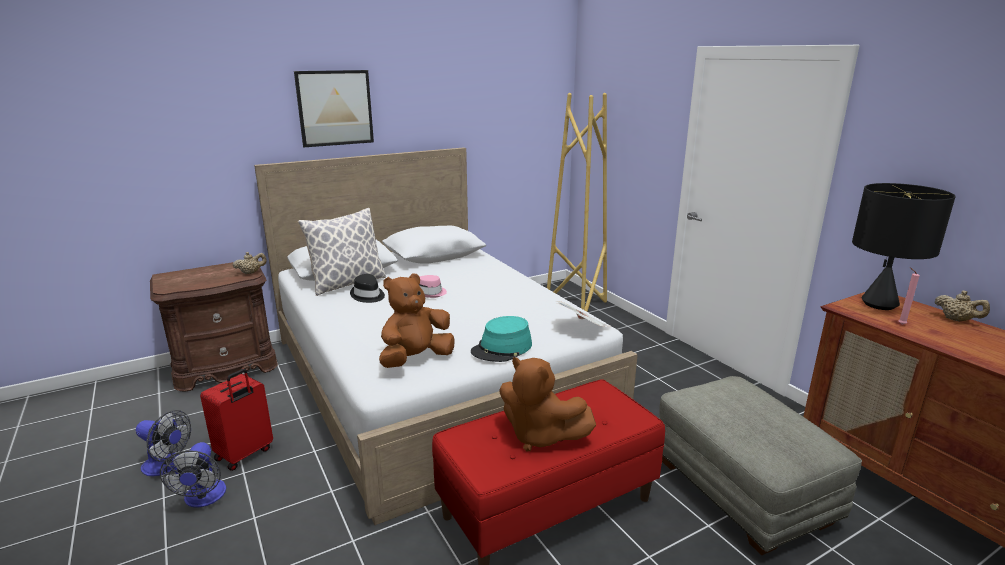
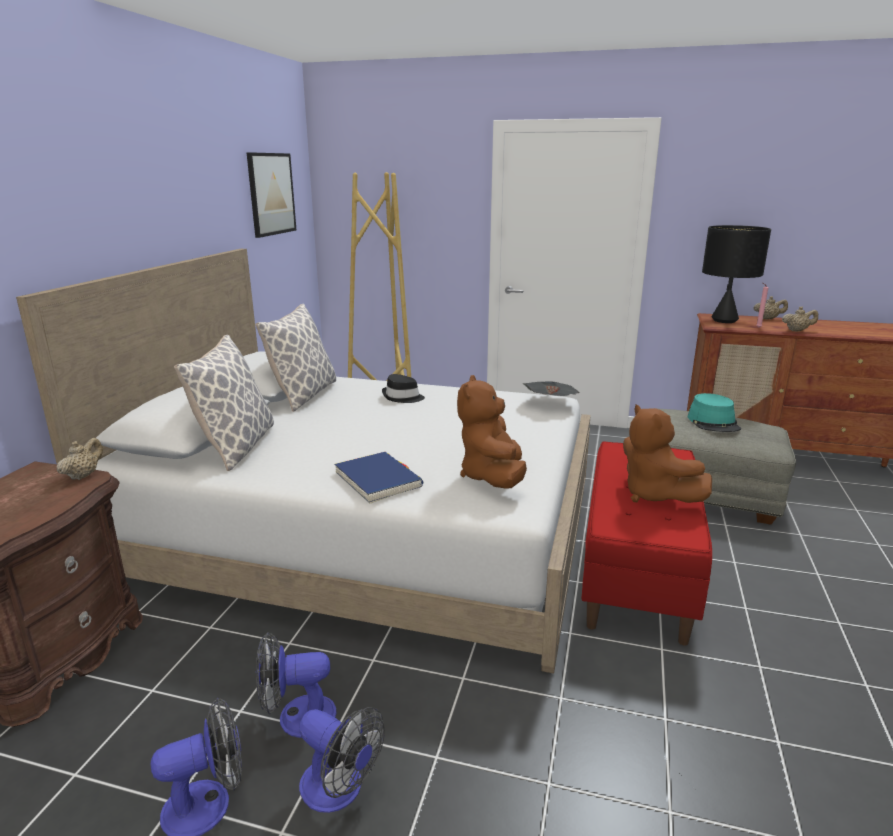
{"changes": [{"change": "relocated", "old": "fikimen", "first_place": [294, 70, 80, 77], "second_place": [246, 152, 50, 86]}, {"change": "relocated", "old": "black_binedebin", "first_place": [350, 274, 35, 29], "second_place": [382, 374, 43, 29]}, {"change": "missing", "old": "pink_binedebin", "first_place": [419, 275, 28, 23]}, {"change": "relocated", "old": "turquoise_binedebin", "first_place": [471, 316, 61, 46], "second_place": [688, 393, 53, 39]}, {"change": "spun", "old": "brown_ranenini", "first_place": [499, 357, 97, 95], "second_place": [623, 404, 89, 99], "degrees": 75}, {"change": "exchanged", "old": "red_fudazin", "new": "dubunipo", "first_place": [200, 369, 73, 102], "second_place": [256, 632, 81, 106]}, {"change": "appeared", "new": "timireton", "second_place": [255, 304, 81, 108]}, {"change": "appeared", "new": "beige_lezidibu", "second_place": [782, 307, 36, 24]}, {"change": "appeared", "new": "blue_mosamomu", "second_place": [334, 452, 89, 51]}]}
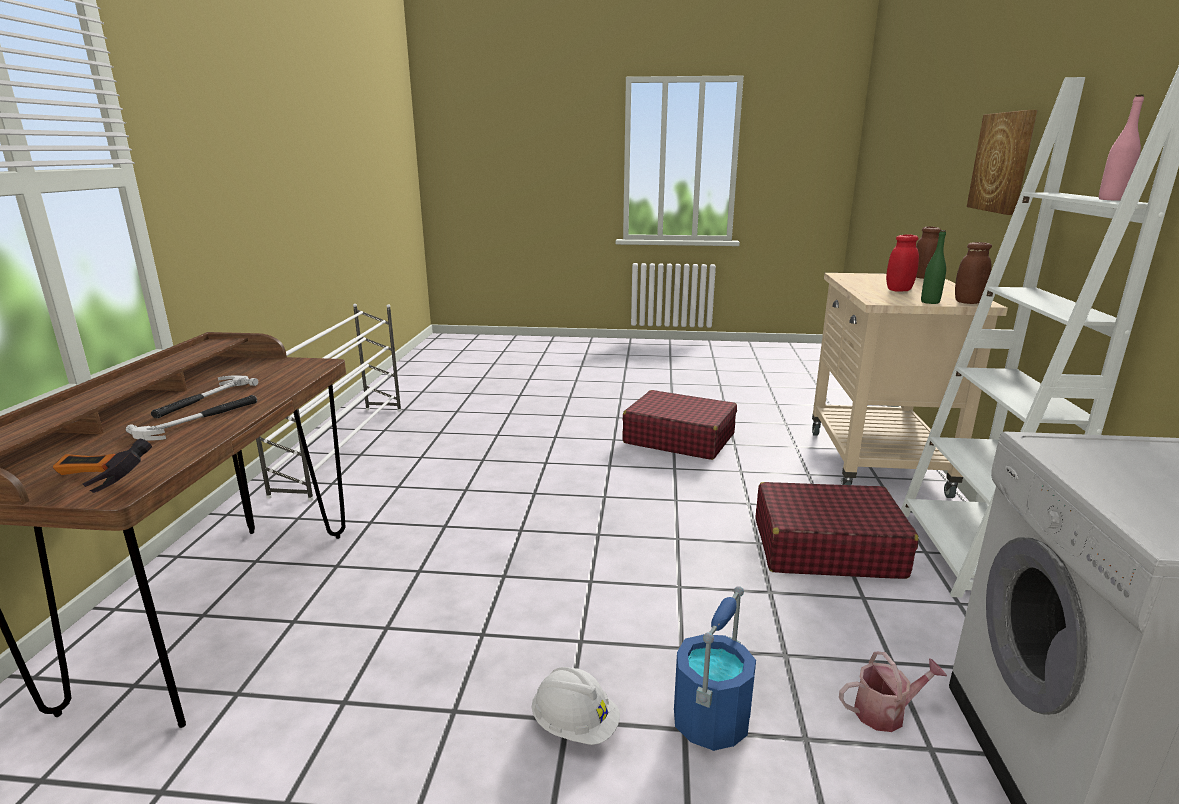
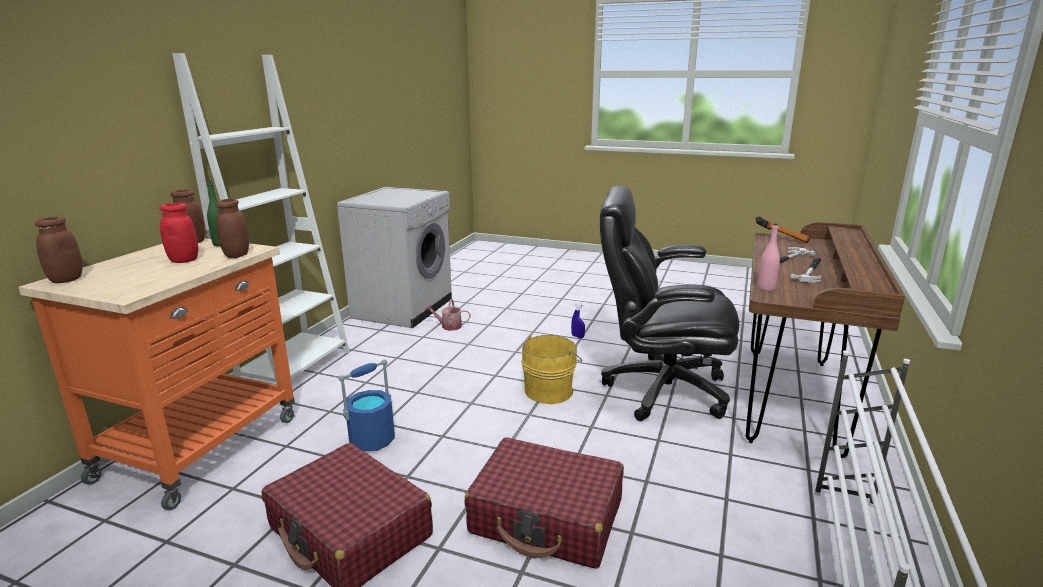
{"changes": [{"change": "relocated", "old": "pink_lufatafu", "first_place": [1099, 95, 45, 106], "second_place": [758, 223, 22, 68]}, {"change": "missing", "old": "fikimen", "first_place": [967, 110, 70, 105]}, {"change": "colour", "old": "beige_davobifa", "new": "orange_davobifa", "first_place": [812, 273, 196, 225], "second_place": [19, 238, 276, 272]}, {"change": "relocated", "old": "red_fudazin", "first_place": [755, 482, 164, 97], "second_place": [464, 437, 160, 132]}, {"change": "relocated", "old": "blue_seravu", "first_place": [674, 586, 82, 165], "second_place": [338, 360, 57, 91]}, {"change": "exchanged", "old": "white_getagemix", "new": "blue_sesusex", "first_place": [532, 667, 88, 78], "second_place": [571, 302, 14, 37]}, {"change": "appeared", "new": "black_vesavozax", "second_place": [600, 185, 139, 236]}, {"change": "appeared", "new": "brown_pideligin", "second_place": [217, 199, 32, 59]}, {"change": "appeared", "new": "yellow_seravu", "second_place": [521, 335, 61, 69]}]}
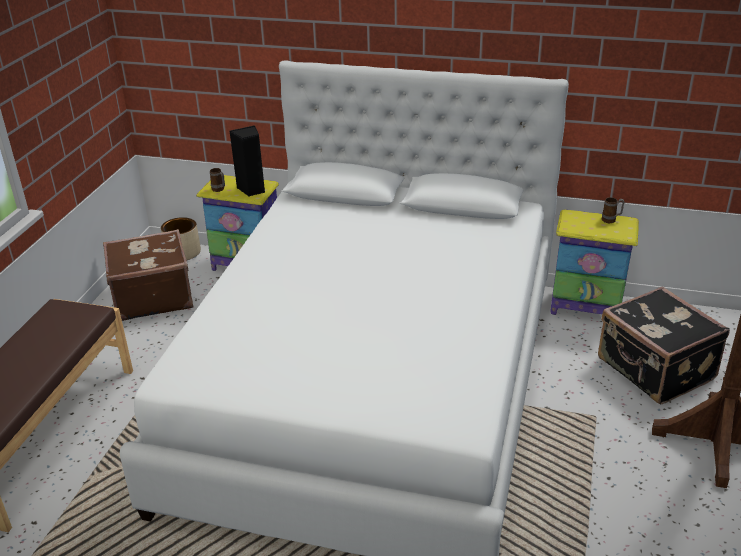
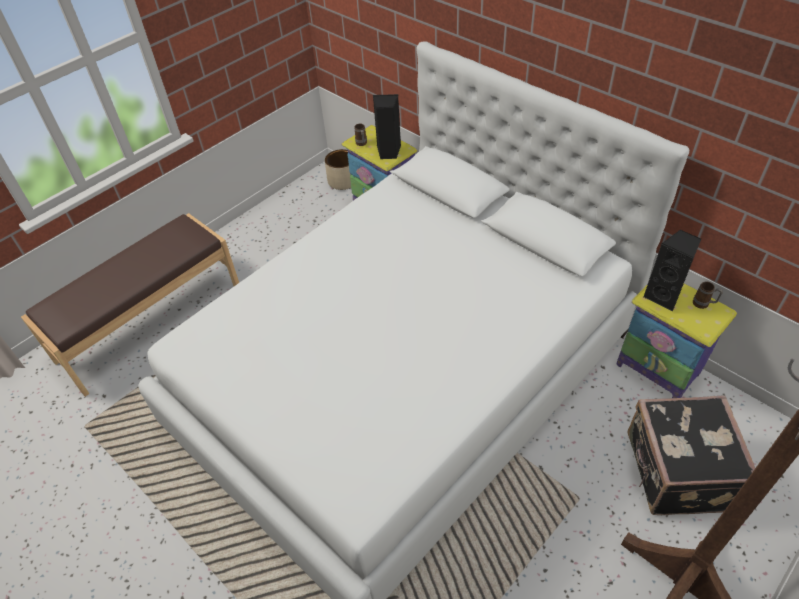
{"changes": [{"change": "missing", "old": "brown_fudazin", "first_place": [103, 229, 90, 92]}, {"change": "appeared", "new": "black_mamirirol", "second_place": [643, 230, 58, 81]}]}
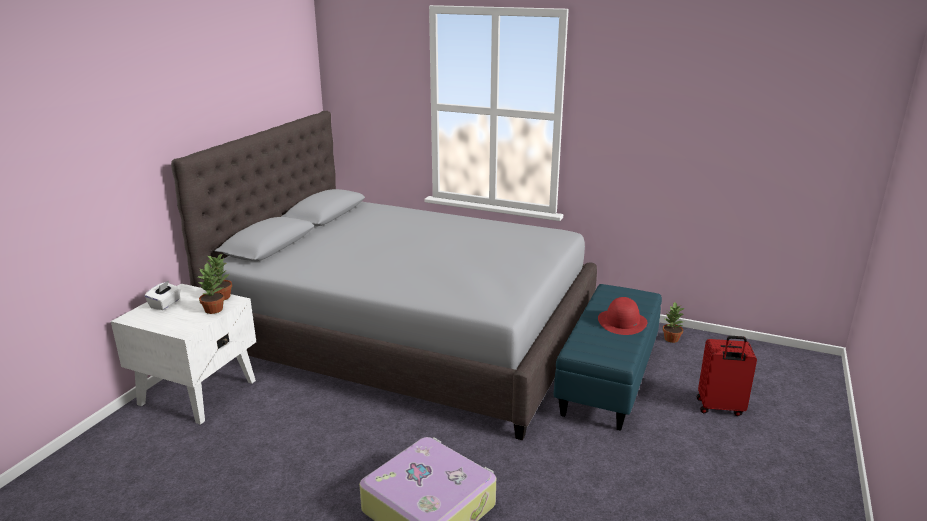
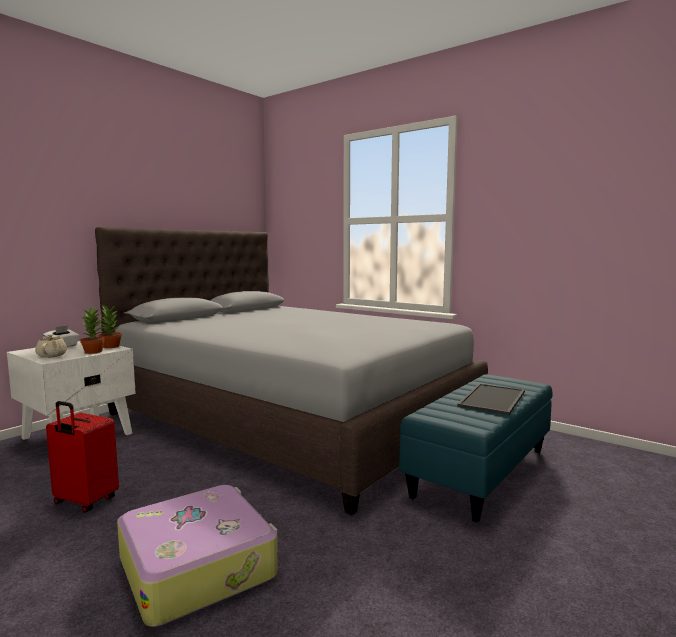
{"changes": [{"change": "exchanged", "old": "red_binedebin", "new": "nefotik", "first_place": [598, 297, 49, 38], "second_place": [457, 383, 68, 32]}, {"change": "missing", "old": "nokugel", "first_place": [663, 302, 22, 41]}, {"change": "relocated", "old": "red_fudazin", "first_place": [697, 336, 60, 80], "second_place": [46, 401, 73, 111]}, {"change": "appeared", "new": "beige_lezidibu", "second_place": [35, 335, 32, 23]}]}
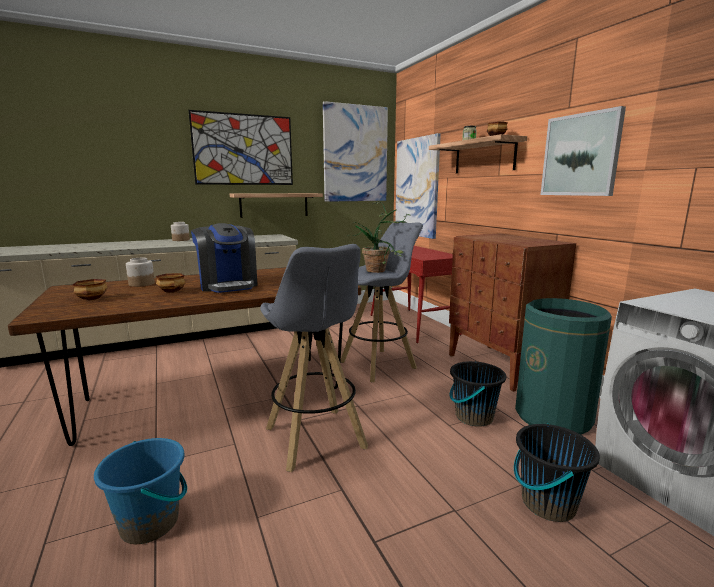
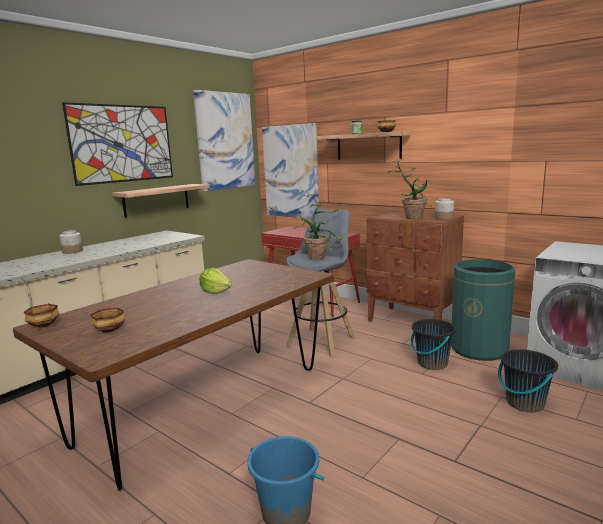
{"changes": [{"change": "missing", "old": "fikimen", "first_place": [541, 106, 85, 90]}, {"change": "exchanged", "old": "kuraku", "new": "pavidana", "first_place": [191, 223, 67, 70], "second_place": [200, 268, 32, 26]}, {"change": "missing", "old": "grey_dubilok", "first_place": [260, 244, 108, 228]}, {"change": "relocated", "old": "pideligin", "first_place": [126, 258, 29, 29], "second_place": [435, 198, 19, 21]}, {"change": "relocated", "old": "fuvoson", "first_place": [156, 273, 29, 20], "second_place": [24, 304, 36, 24]}, {"change": "appeared", "new": "nokugel", "second_place": [385, 160, 47, 60]}]}
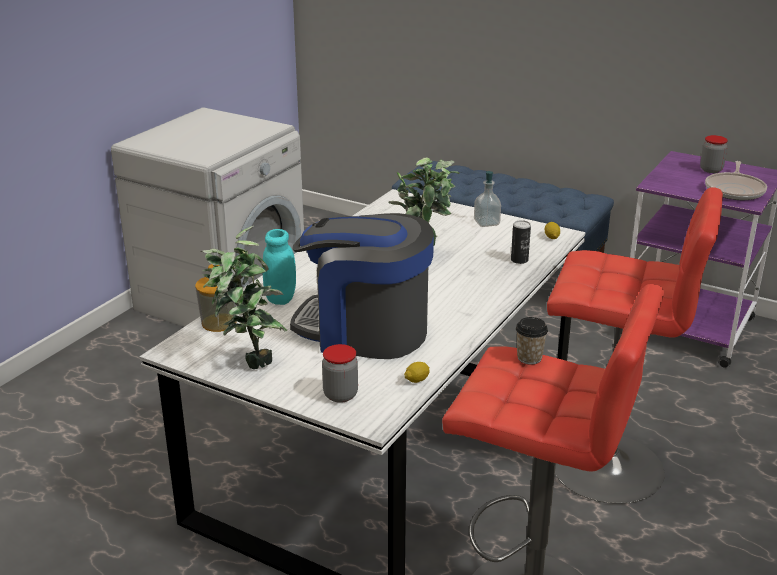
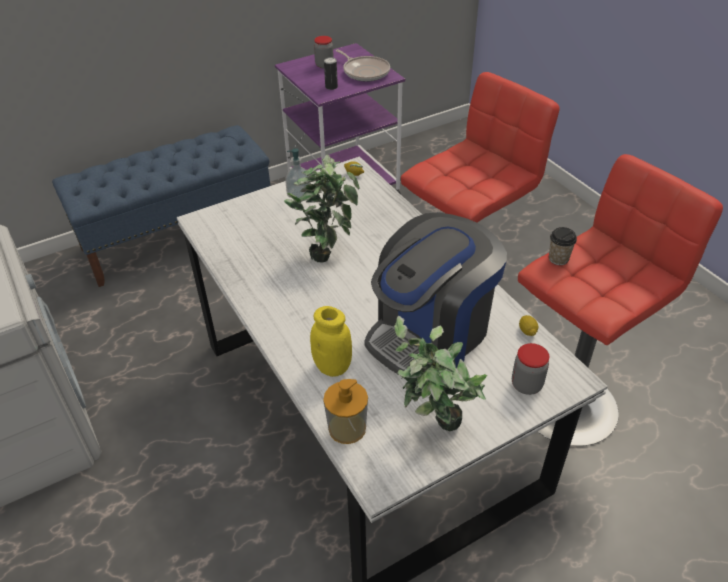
{"changes": [{"change": "relocated", "old": "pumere", "first_place": [511, 220, 20, 44], "second_place": [324, 57, 14, 33]}, {"change": "colour", "old": "turquoise_pideligin", "new": "yellow_pideligin", "first_place": [263, 229, 33, 76], "second_place": [310, 306, 42, 71]}]}
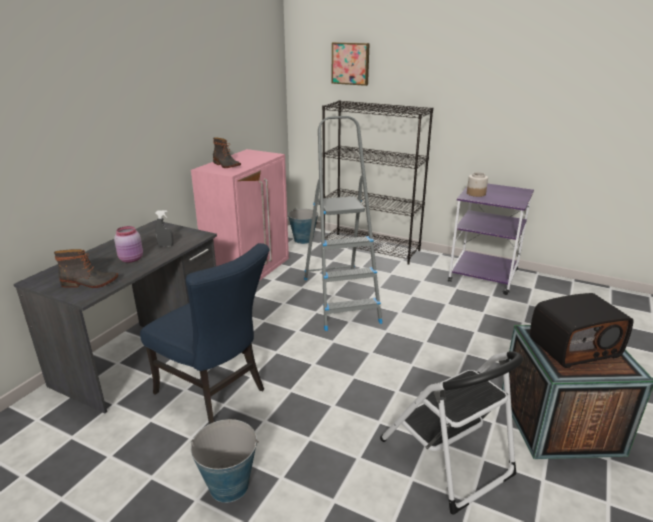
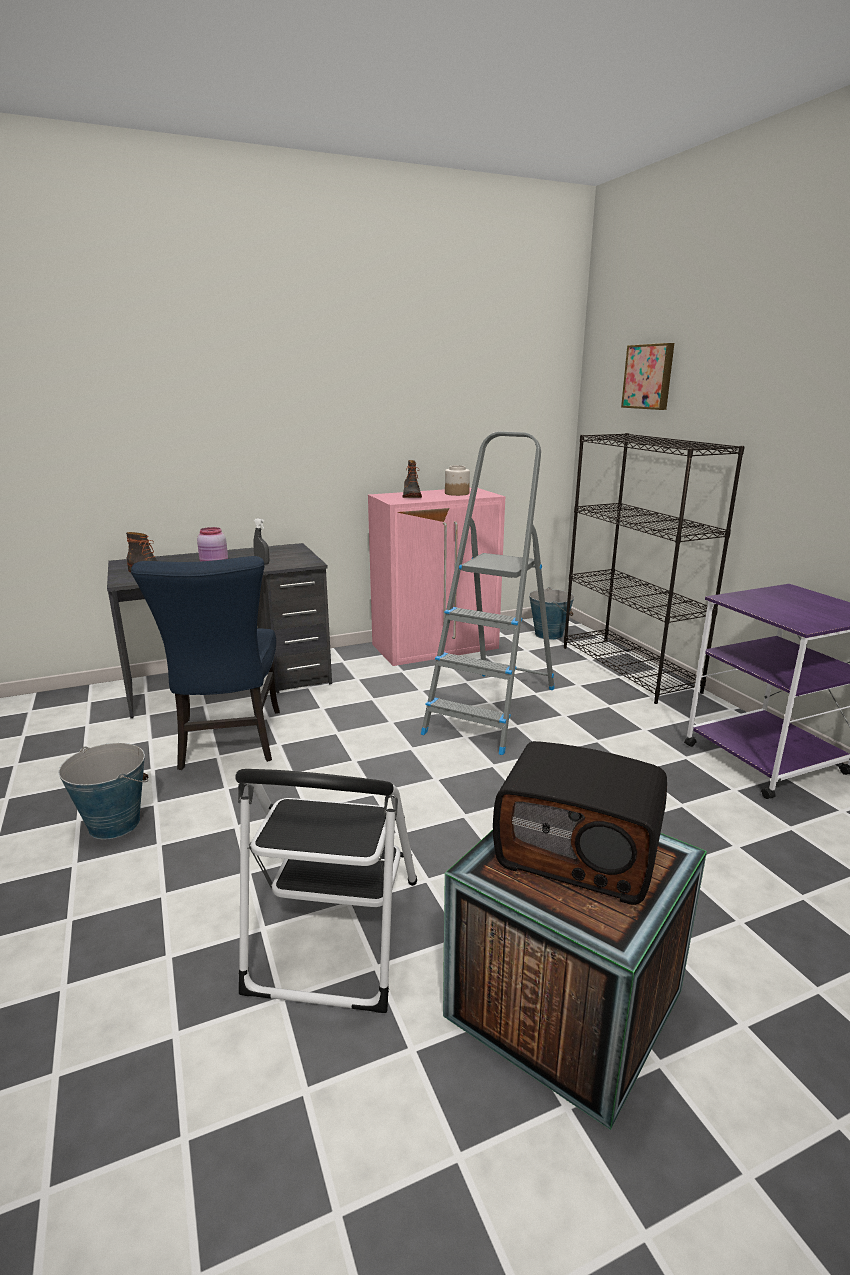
{"changes": [{"change": "relocated", "old": "pideligin", "first_place": [467, 172, 21, 25], "second_place": [445, 465, 25, 31]}]}
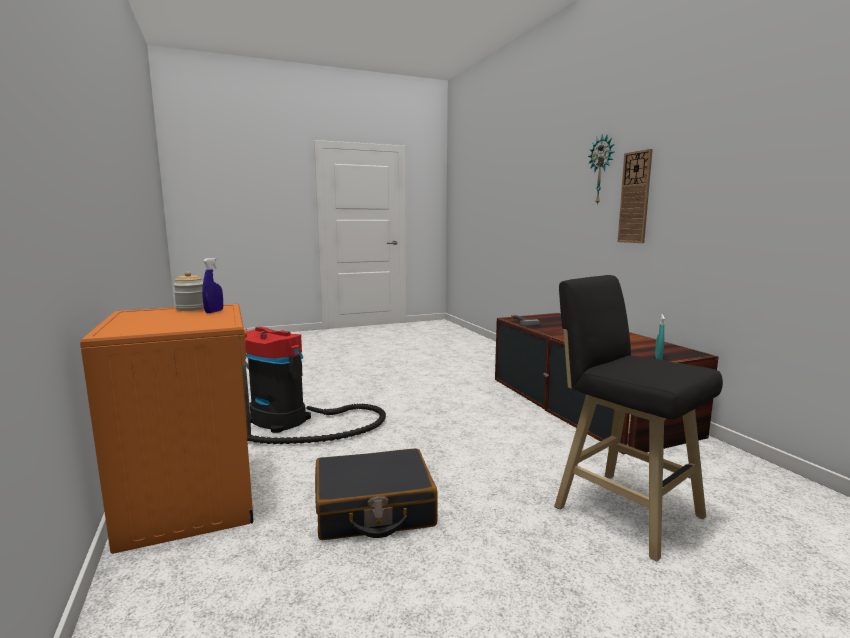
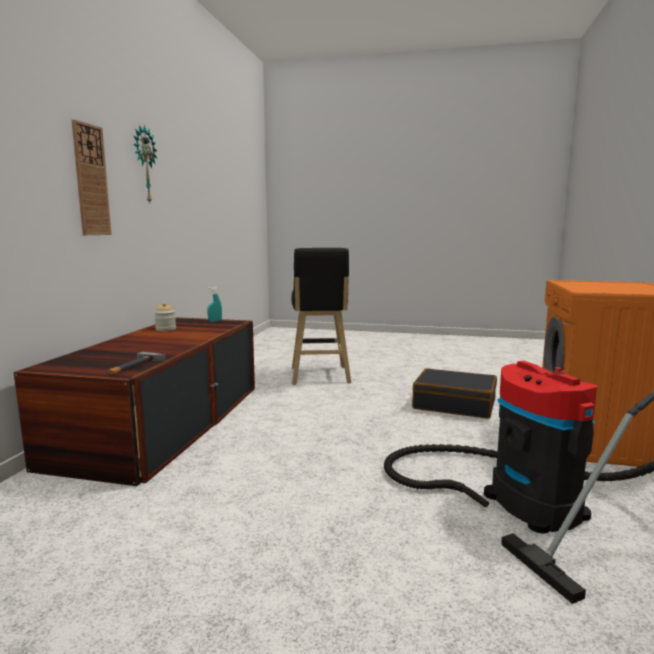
{"changes": [{"change": "relocated", "old": "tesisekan", "first_place": [588, 134, 26, 71], "second_place": [133, 125, 24, 79]}, {"change": "missing", "old": "blue_sesusex", "first_place": [202, 258, 21, 55]}, {"change": "relocated", "old": "pideligin", "first_place": [173, 271, 31, 40], "second_place": [154, 303, 22, 28]}]}
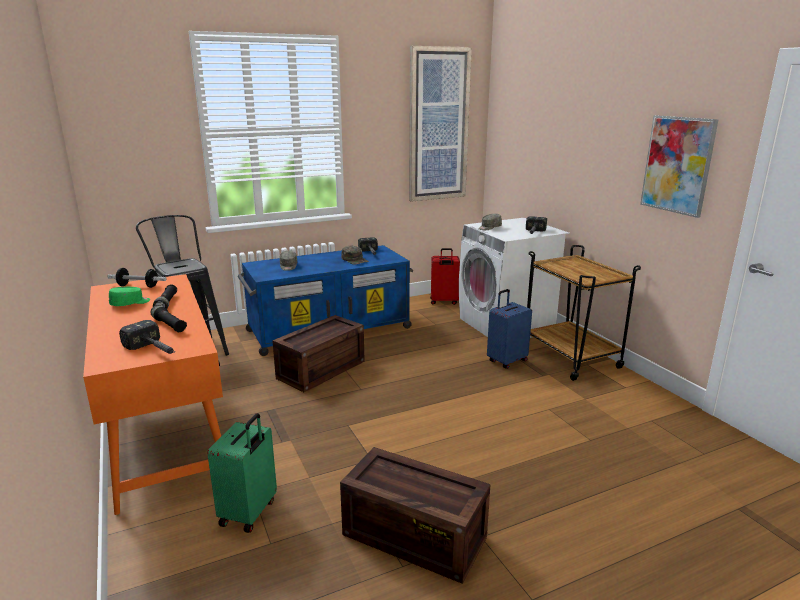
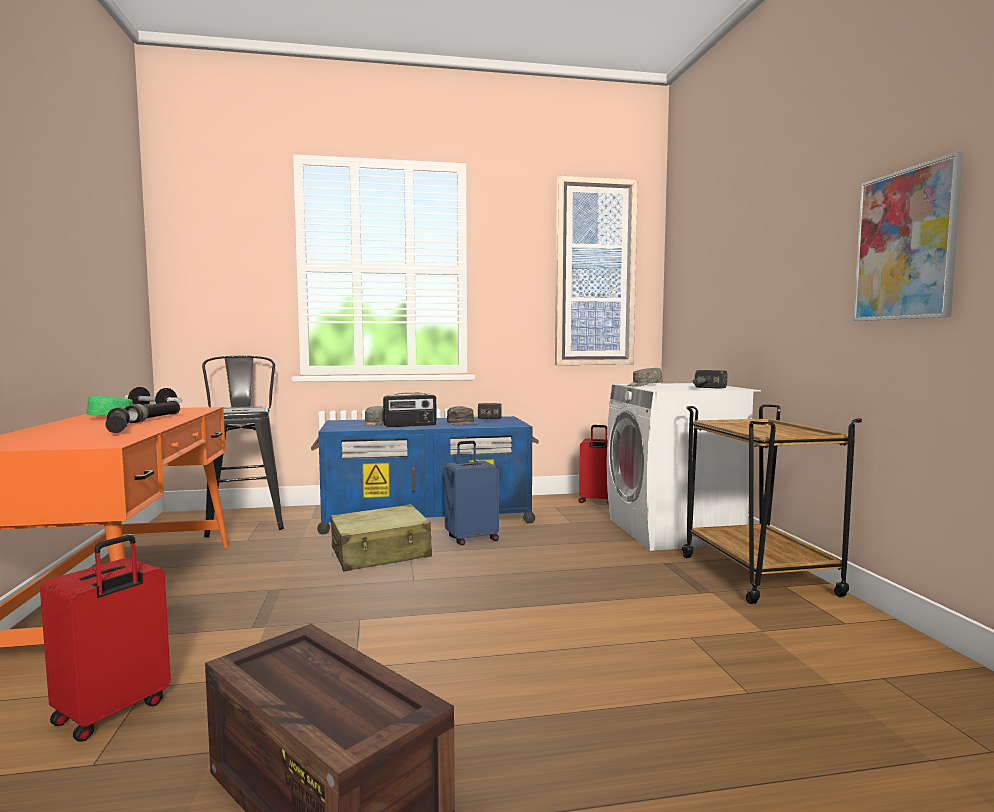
{"changes": [{"change": "relocated", "old": "blue_fudazin", "first_place": [487, 289, 45, 80], "second_place": [444, 441, 55, 104]}, {"change": "exchanged", "old": "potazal", "new": "beige_fudazin", "first_place": [272, 315, 93, 77], "second_place": [330, 504, 102, 67]}, {"change": "missing", "old": "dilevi", "first_place": [119, 320, 56, 34]}, {"change": "colour", "old": "green_fudazin", "new": "red_fudazin", "first_place": [207, 413, 70, 120], "second_place": [40, 535, 131, 207]}, {"change": "appeared", "new": "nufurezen", "second_place": [383, 393, 54, 34]}]}
